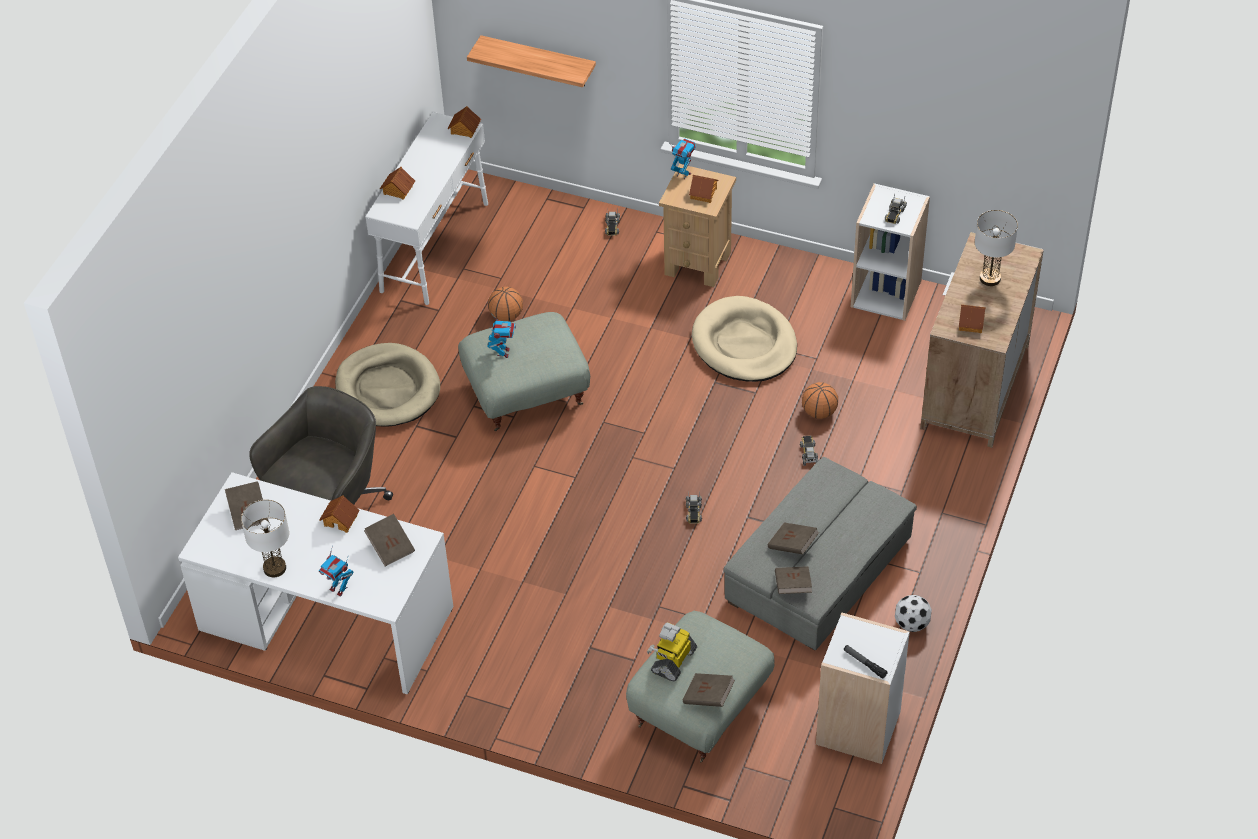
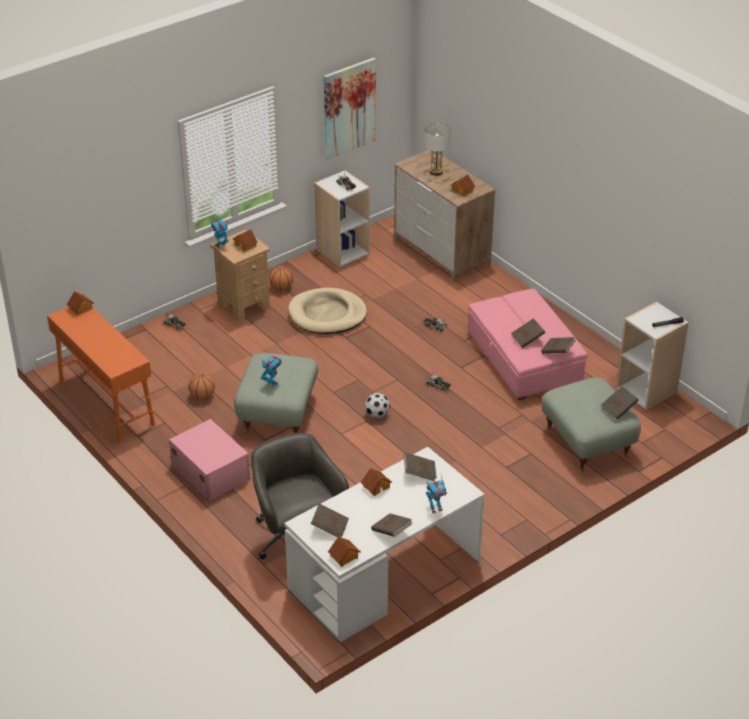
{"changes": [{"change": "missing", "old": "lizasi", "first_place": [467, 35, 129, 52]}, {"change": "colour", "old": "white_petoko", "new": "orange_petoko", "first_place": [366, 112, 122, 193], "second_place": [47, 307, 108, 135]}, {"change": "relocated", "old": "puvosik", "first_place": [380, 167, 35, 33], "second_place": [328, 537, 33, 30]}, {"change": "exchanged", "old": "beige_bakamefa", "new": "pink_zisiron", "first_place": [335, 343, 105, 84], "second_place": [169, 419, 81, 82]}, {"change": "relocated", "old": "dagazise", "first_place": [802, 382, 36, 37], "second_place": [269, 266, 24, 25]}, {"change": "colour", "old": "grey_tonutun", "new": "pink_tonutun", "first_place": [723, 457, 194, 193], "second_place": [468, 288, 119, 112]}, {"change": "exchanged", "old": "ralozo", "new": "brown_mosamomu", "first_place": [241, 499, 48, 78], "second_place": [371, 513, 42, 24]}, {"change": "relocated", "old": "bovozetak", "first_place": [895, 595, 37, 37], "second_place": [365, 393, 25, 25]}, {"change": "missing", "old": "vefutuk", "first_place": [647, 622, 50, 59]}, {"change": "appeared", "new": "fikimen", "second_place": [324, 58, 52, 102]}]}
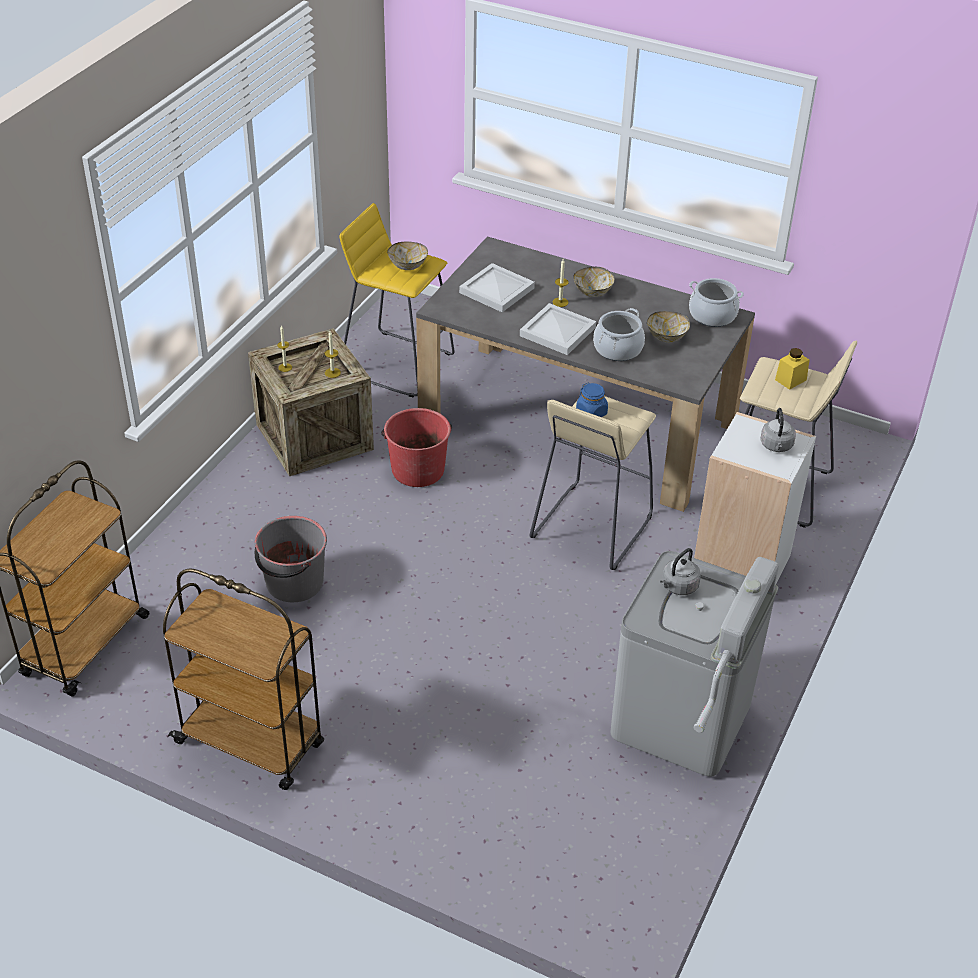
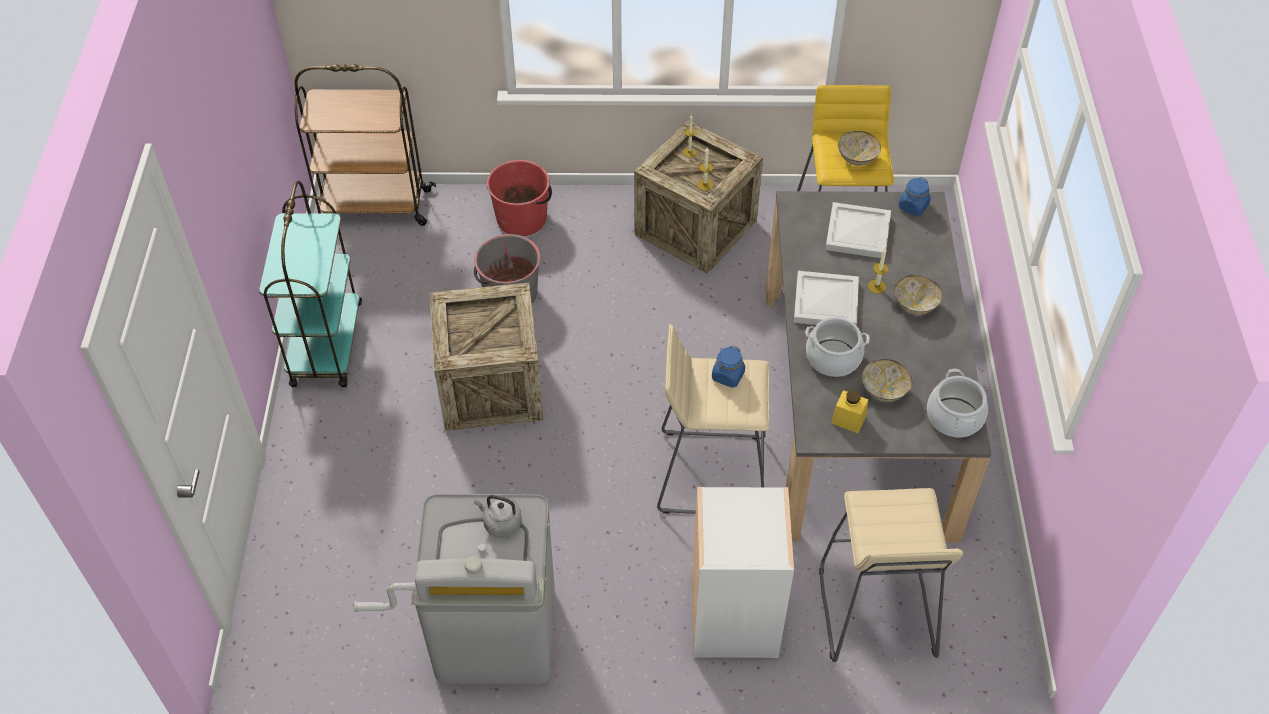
{"changes": [{"change": "relocated", "old": "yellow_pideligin", "first_place": [775, 348, 34, 42], "second_place": [831, 390, 37, 43]}, {"change": "relocated", "old": "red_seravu", "first_place": [381, 408, 71, 79], "second_place": [487, 160, 65, 76]}, {"change": "missing", "old": "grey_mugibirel", "first_place": [760, 408, 36, 44]}, {"change": "colour", "old": "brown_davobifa", "new": "turquoise_davobifa", "first_place": [163, 569, 161, 221], "second_place": [259, 181, 103, 206]}, {"change": "appeared", "new": "blue_pideligin", "second_place": [899, 177, 32, 39]}, {"change": "appeared", "new": "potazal", "second_place": [430, 283, 113, 148]}]}
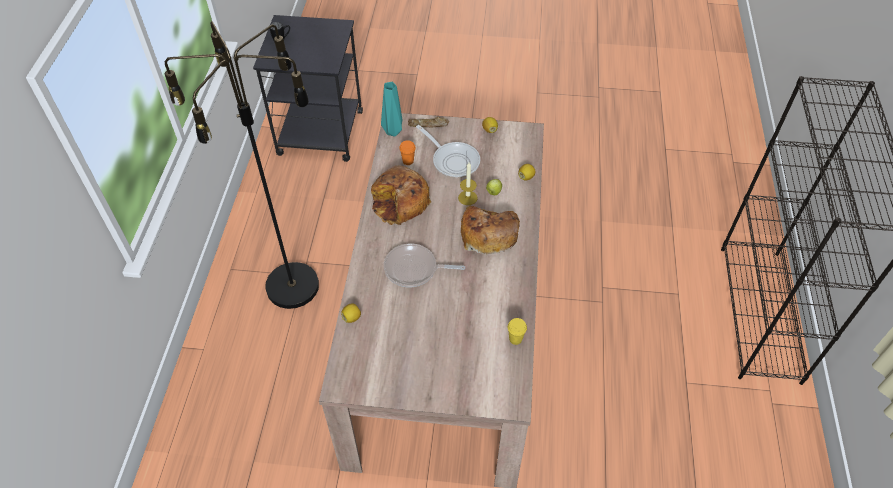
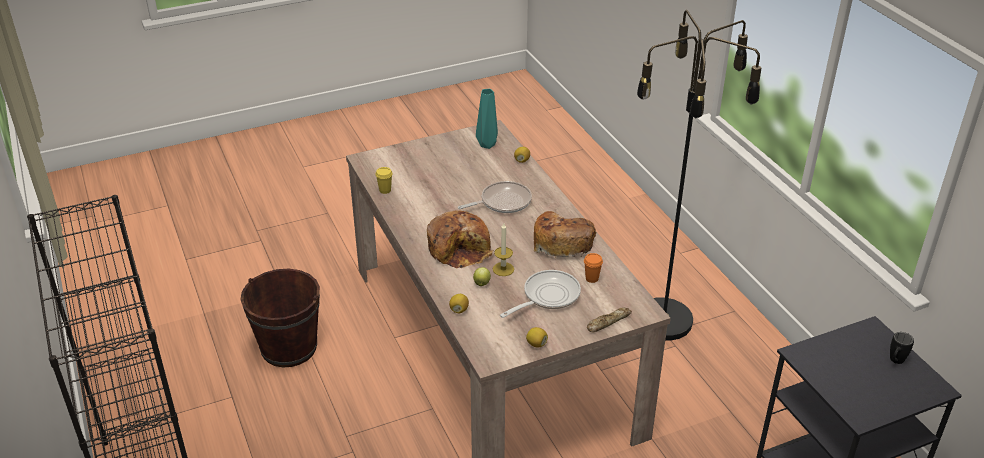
{"changes": [{"change": "relocated", "old": "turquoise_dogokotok", "first_place": [381, 82, 21, 55], "second_place": [476, 89, 22, 60]}, {"change": "spun", "old": "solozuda", "first_place": [416, 125, 64, 53], "second_place": [500, 270, 81, 48], "degrees": 120}, {"change": "appeared", "new": "brown_seravu", "second_place": [241, 268, 79, 99]}]}
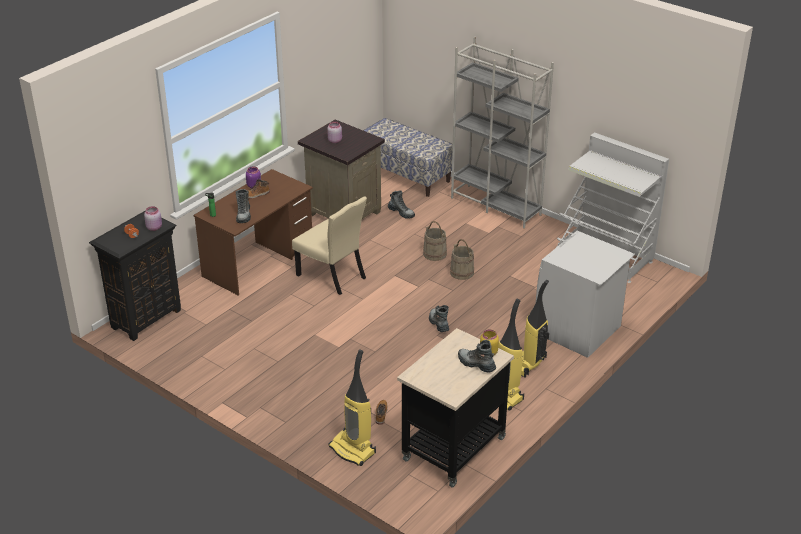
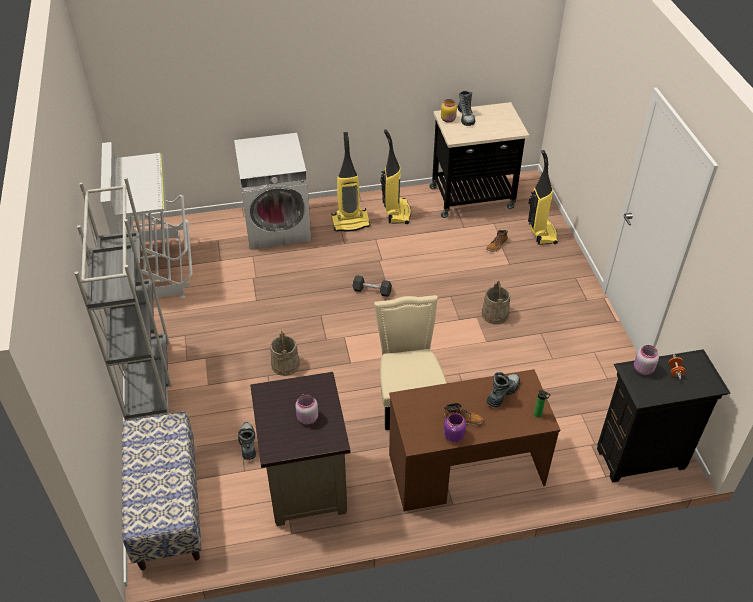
{"changes": [{"change": "relocated", "old": "beige_seravu", "first_place": [450, 239, 24, 41], "second_place": [482, 281, 28, 43]}, {"change": "exchanged", "old": "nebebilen", "new": "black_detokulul", "first_place": [429, 305, 20, 27], "second_place": [353, 275, 39, 22]}]}
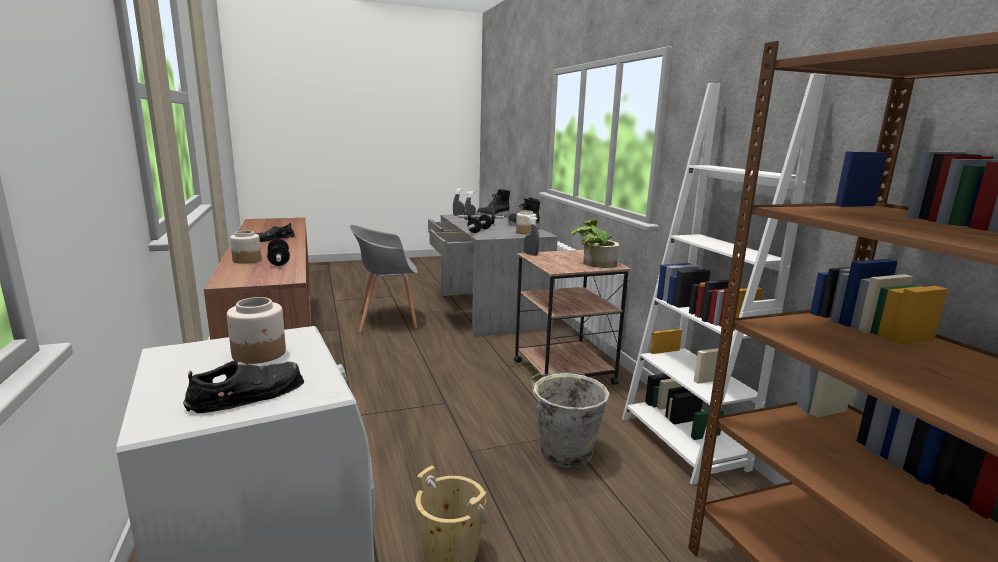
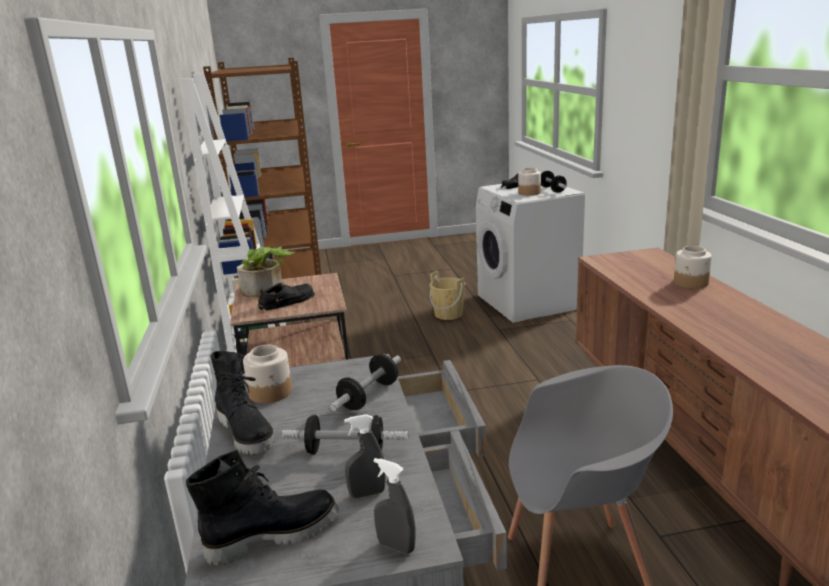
{"changes": [{"change": "missing", "old": "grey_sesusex", "first_place": [524, 216, 15, 40]}, {"change": "relocated", "old": "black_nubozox", "first_place": [255, 223, 40, 19], "second_place": [258, 283, 57, 27]}, {"change": "relocated", "old": "detokulul", "first_place": [267, 239, 23, 27], "second_place": [541, 171, 26, 22]}, {"change": "missing", "old": "grey_seravu", "first_place": [529, 372, 81, 96]}]}
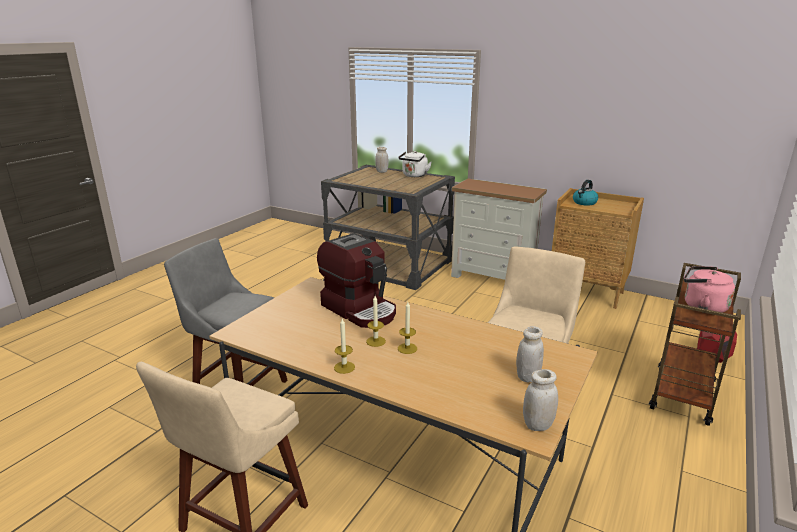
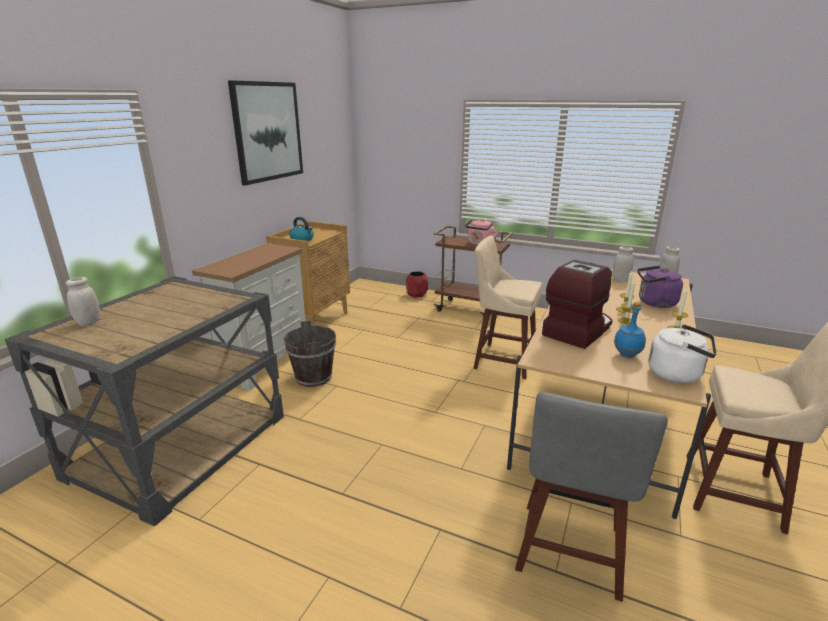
{"changes": [{"change": "relocated", "old": "white_mugibirel", "first_place": [398, 151, 33, 26], "second_place": [649, 324, 68, 59]}, {"change": "appeared", "new": "fikimen", "second_place": [228, 80, 75, 106]}, {"change": "appeared", "new": "purple_mugibirel", "second_place": [637, 266, 46, 42]}, {"change": "appeared", "new": "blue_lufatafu", "second_place": [614, 302, 32, 56]}, {"change": "appeared", "new": "brown_seravu", "second_place": [284, 320, 52, 67]}]}
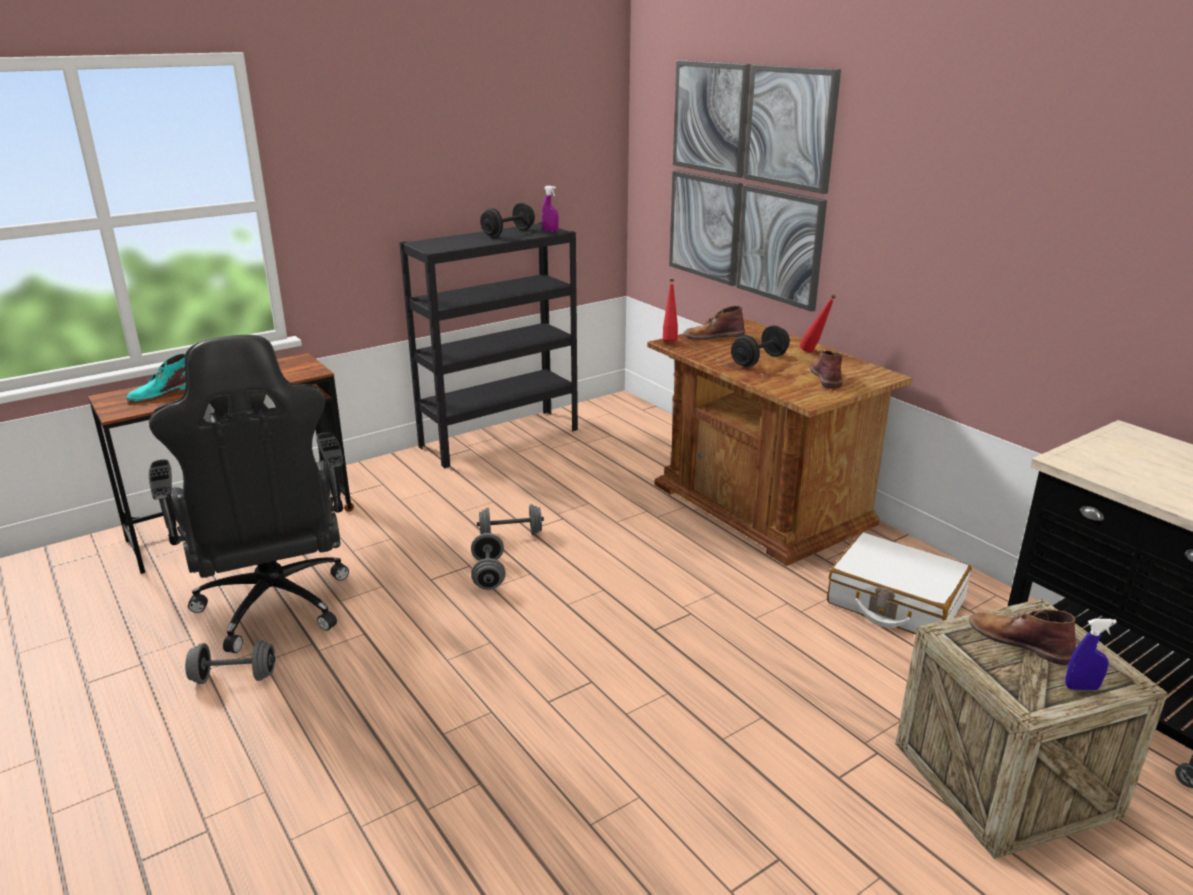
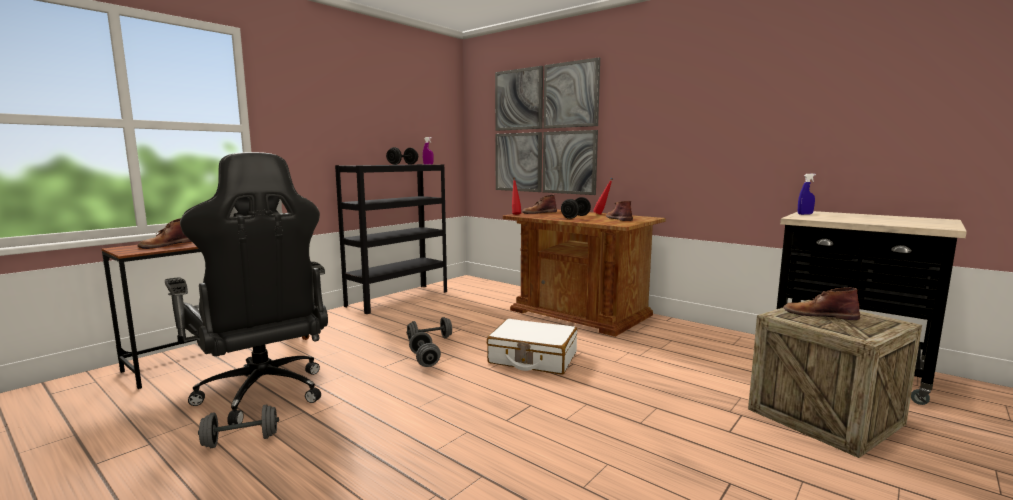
{"changes": [{"change": "colour", "old": "turquoise_nebebilen", "new": "brown_nebebilen", "first_place": [126, 353, 60, 50], "second_place": [138, 218, 54, 31]}, {"change": "relocated", "old": "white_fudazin", "first_place": [827, 532, 145, 103], "second_place": [487, 319, 90, 56]}, {"change": "relocated", "old": "blue_sesusex", "first_place": [1065, 619, 52, 71], "second_place": [798, 173, 18, 42]}]}
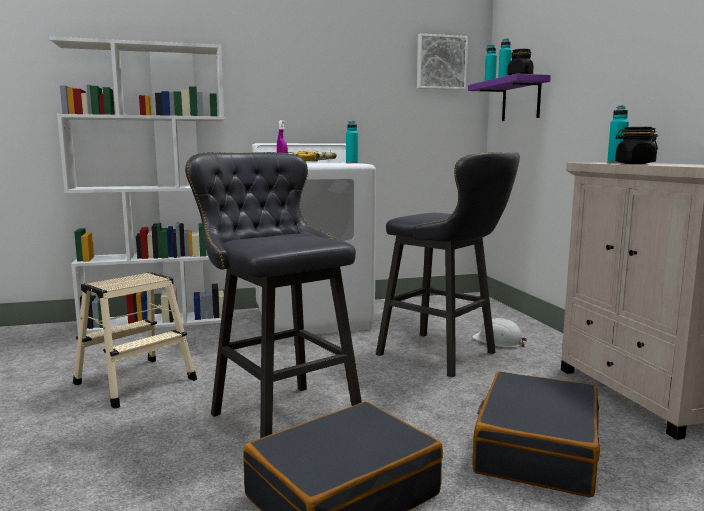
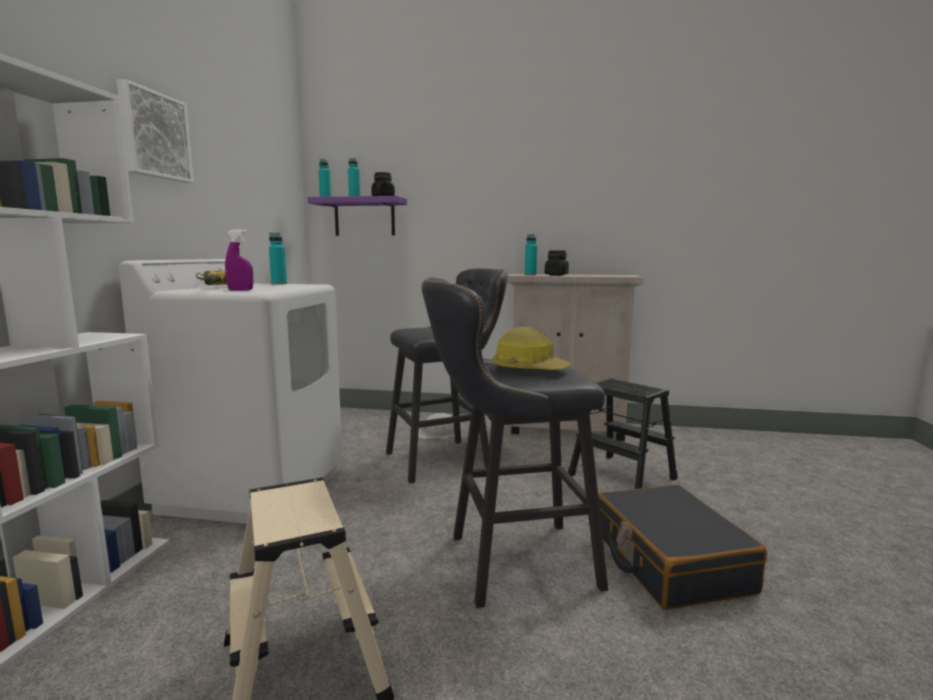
{"changes": [{"change": "relocated", "old": "fikimen", "first_place": [417, 33, 51, 57], "second_place": [116, 79, 78, 104]}, {"change": "exchanged", "old": "black_fudazin", "new": "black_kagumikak", "first_place": [473, 371, 127, 126], "second_place": [568, 378, 110, 111]}, {"change": "appeared", "new": "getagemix", "second_place": [492, 327, 79, 43]}]}
